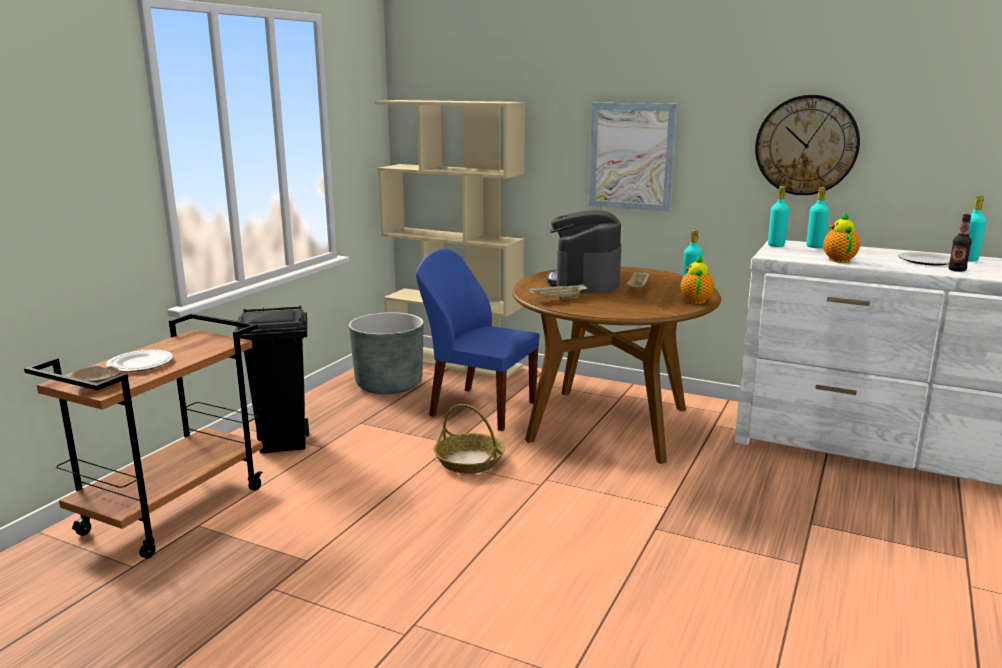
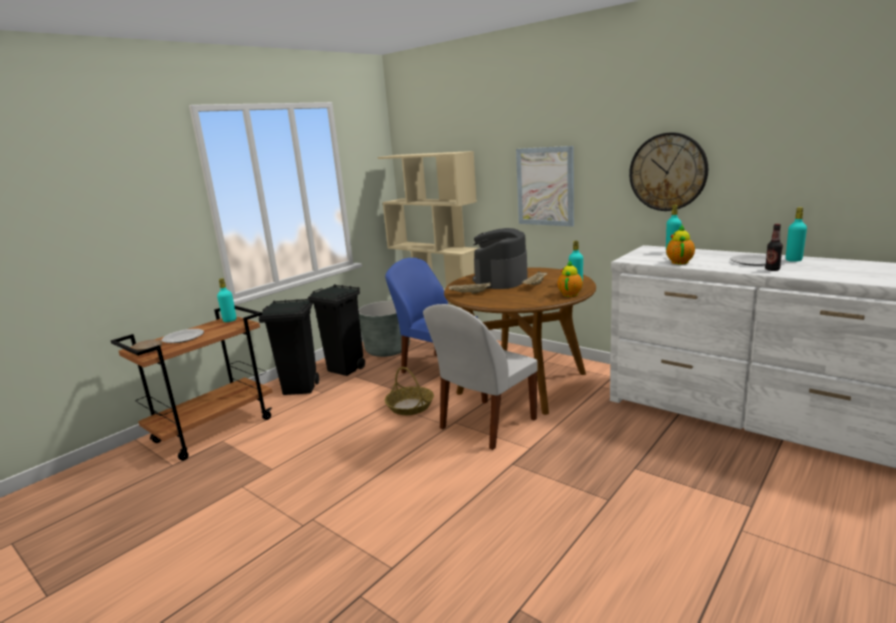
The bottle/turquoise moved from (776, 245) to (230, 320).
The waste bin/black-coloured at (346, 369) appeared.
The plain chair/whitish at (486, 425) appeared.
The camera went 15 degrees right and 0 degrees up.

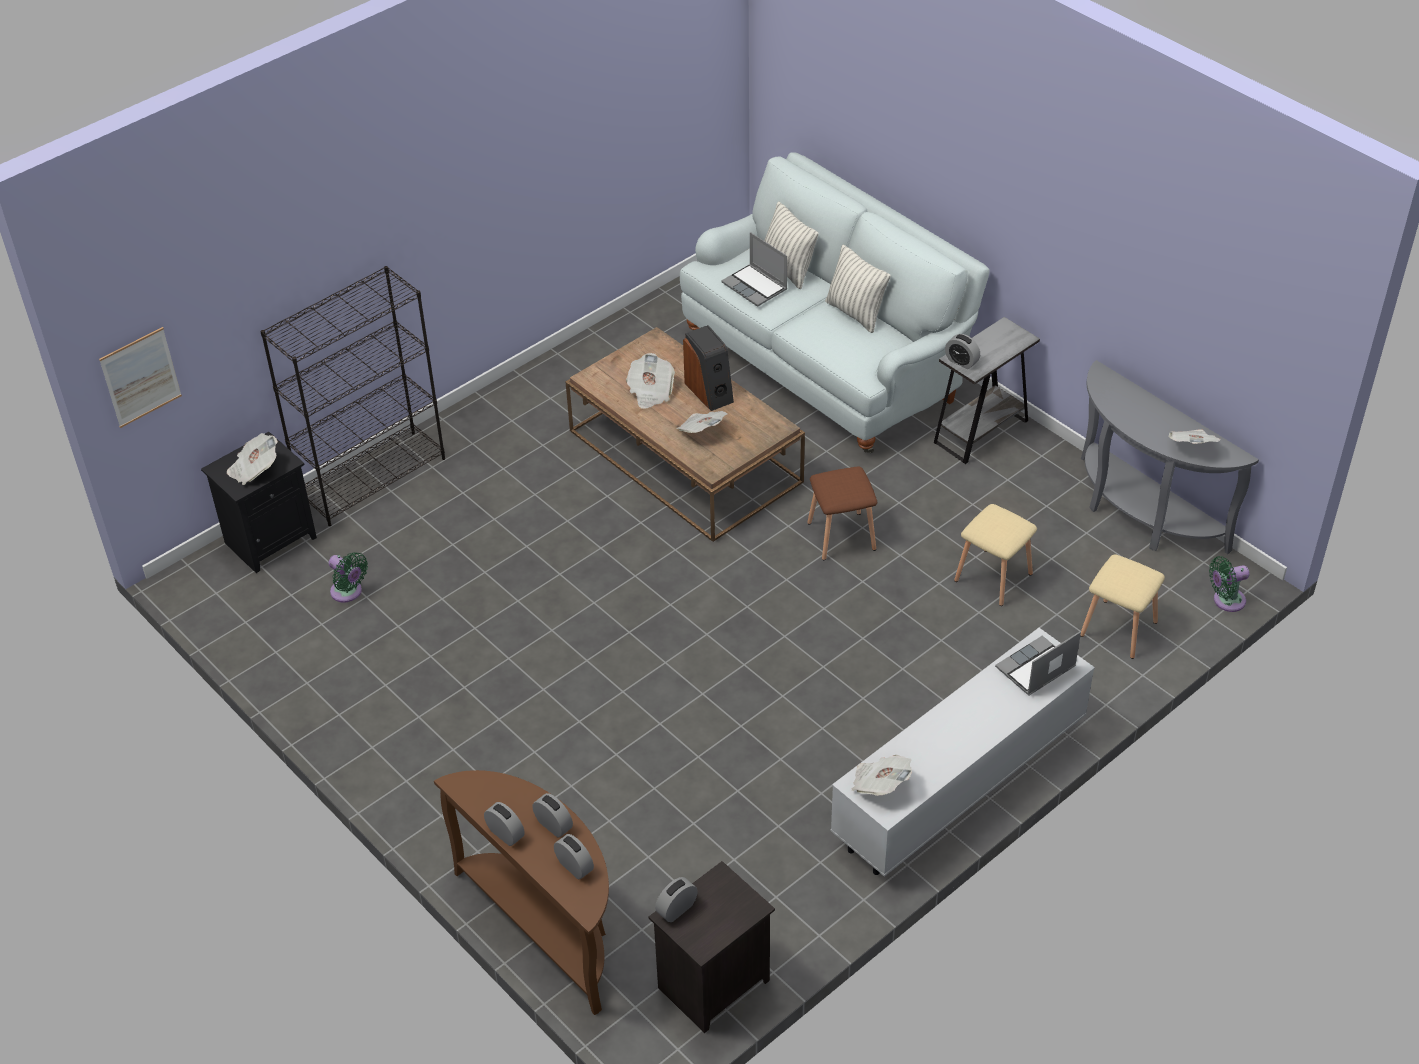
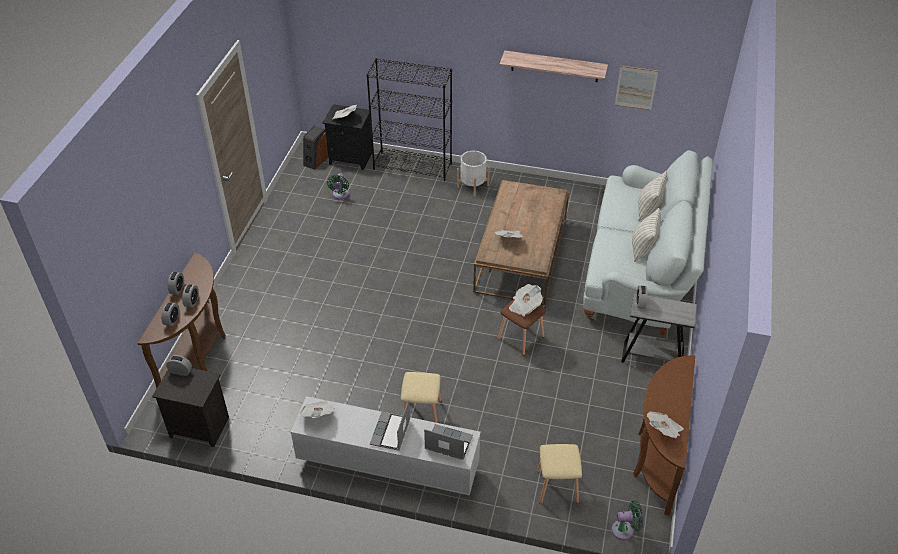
The speaker moved from (710, 391) to (316, 160).
The notebook computer moved from (755, 286) to (391, 433).
The stool/sand-coloured moved from (994, 577) to (422, 414).
The planter/whitish at (473, 186) appeared.
The bracket shelf at (555, 66) appeared.
The newspaper moved from (650, 392) to (524, 306).
The electric fan/greenish at (1225, 601) turned 135 degrees clockwise.
The wall art moved from (140, 377) to (636, 88).
The hall table/greyish at (1140, 515) became the hall table/brown at (656, 457).
The camera went 55 degrees right and 0 degrees up.

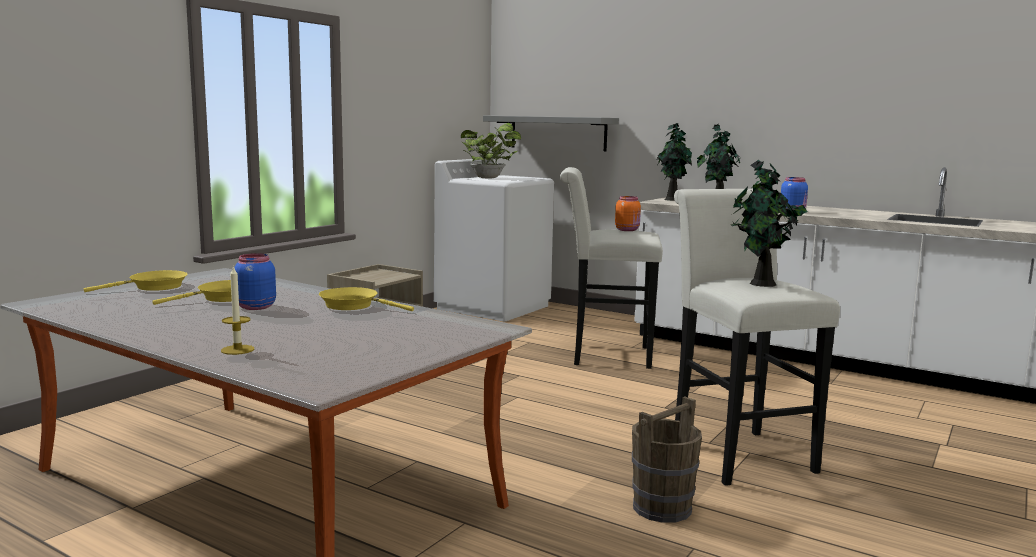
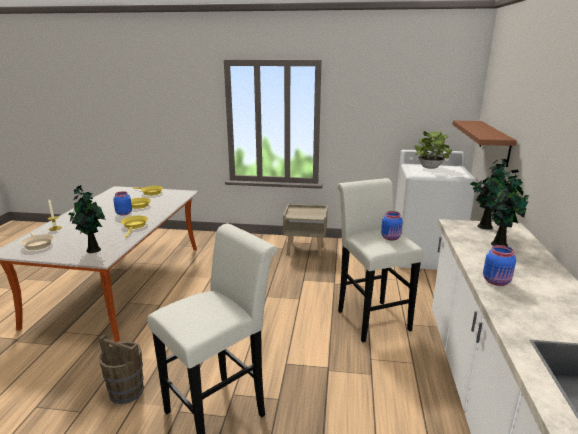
The pan/sand-coloured at (37, 244) appeared.
The potted plant moved from (761, 284) to (92, 249).
The jar/orange-coloured at (627, 230) became the jar/blue at (391, 238).
The bracket shelf/greyish at (558, 133) became the bracket shelf/brown at (494, 142).
The camera went 65 degrees right and 10 degrees up.

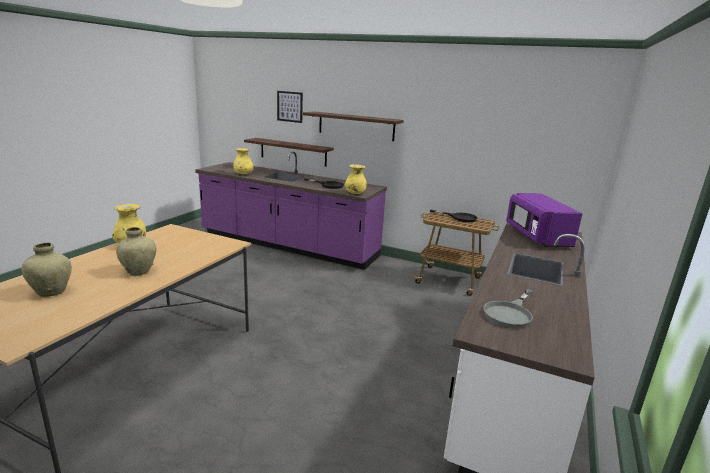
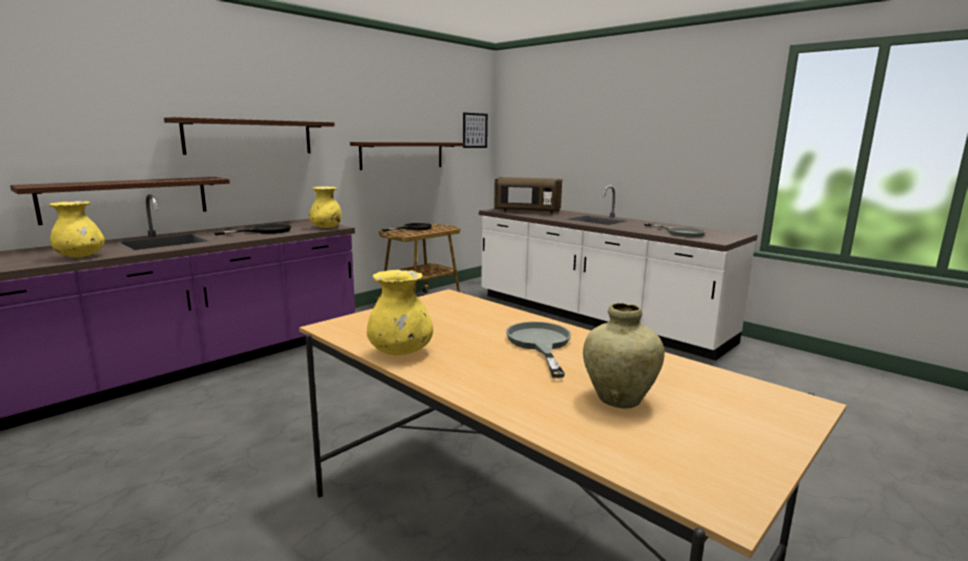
The bracket shelf at (402, 155) appeared.
The wall art moved from (290, 106) to (474, 130).
The kitchen microwave/purple-coloured at (536, 236) became the kitchen microwave/brown at (527, 211).
The decorative vase/sand-coloured at (139, 271) was replaced by the pan/greyish at (540, 344).
The camera went 70 degrees left and 5 degrees down.

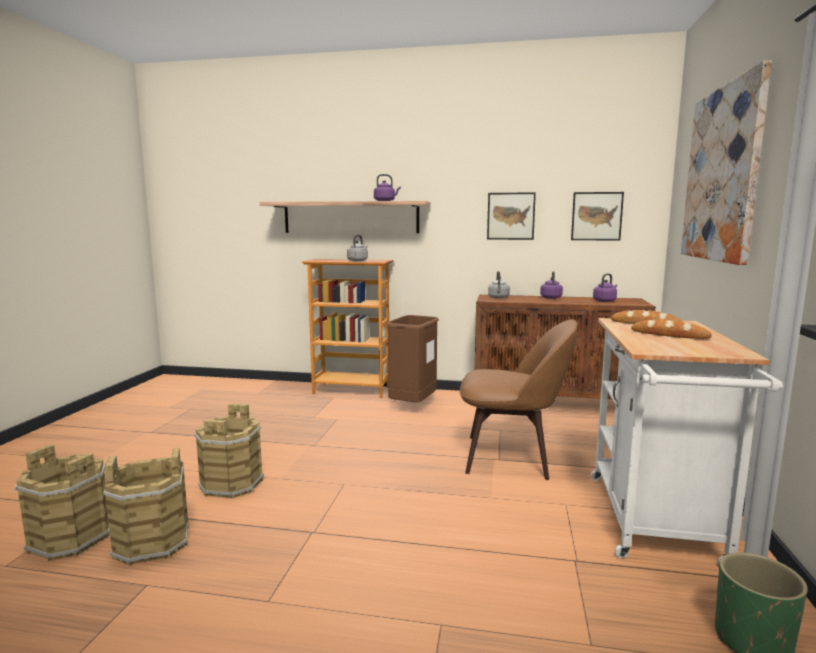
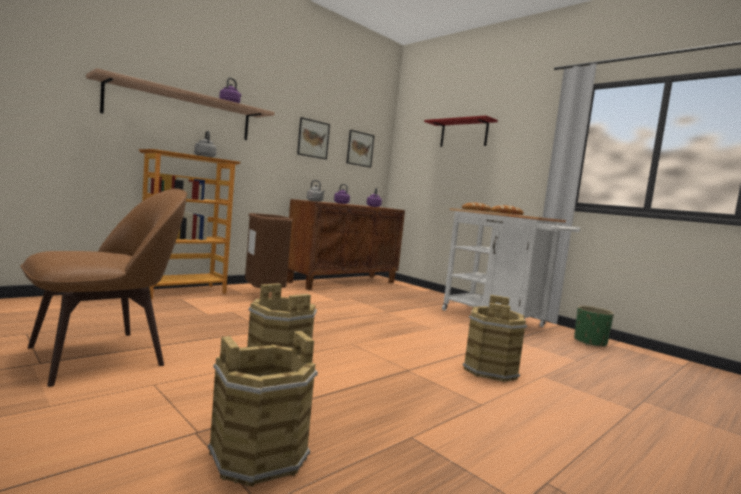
The plain chair/brown moved from (511, 457) to (103, 355).
The wall art at (722, 174) was replaced by the bracket shelf/reddish at (463, 134).
The bucket/brown moved from (152, 543) to (490, 370).
The camera went 55 degrees left and 5 degrees down.

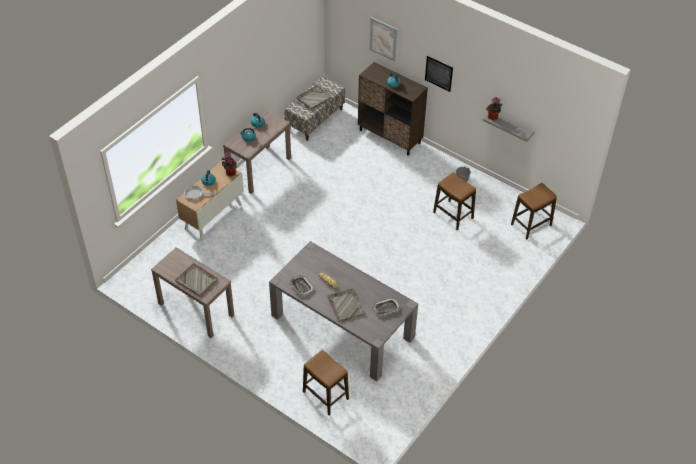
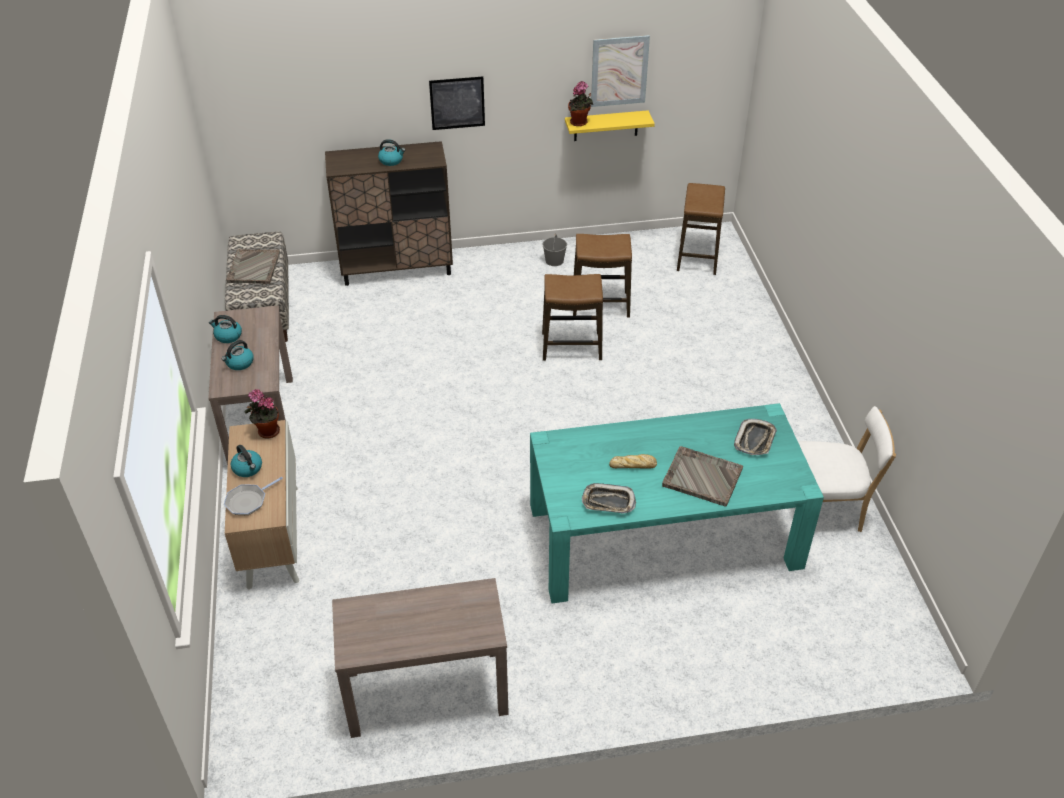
The kitchen table/greyish at (342, 326) became the kitchen table/turquoise at (663, 536).
The stool moved from (326, 395) to (572, 346).
The bracket shelf/greyish at (511, 126) became the bracket shelf/yellow at (606, 125).
The wall art moved from (383, 39) to (619, 71).
The plain chair/whitish at (828, 509) appeared.
The serving tray/greyish at (196, 280) disappeared.
The camera went 45 degrees left and 5 degrees down.

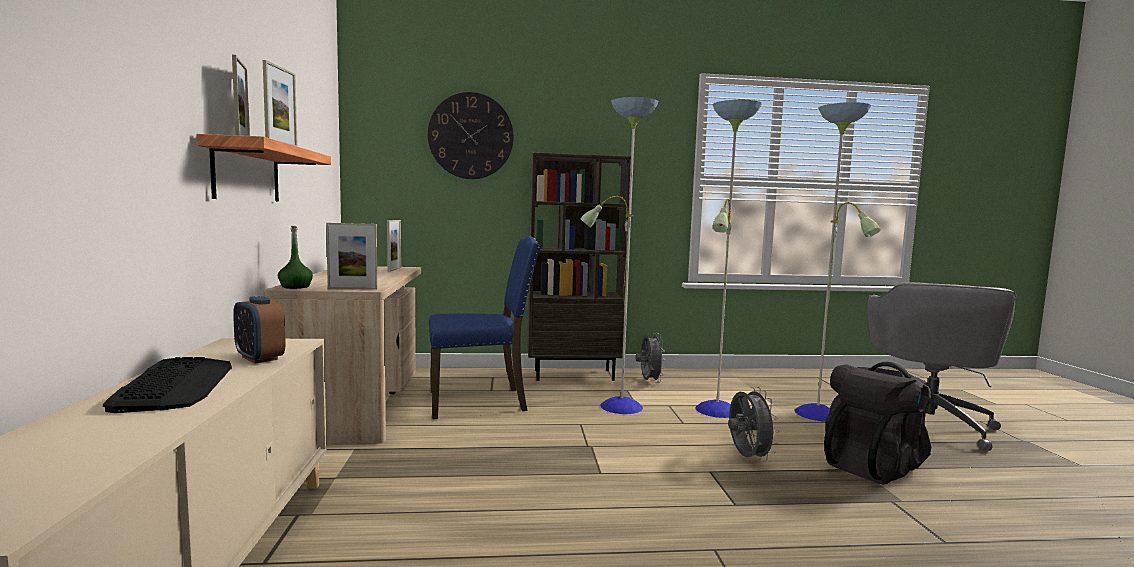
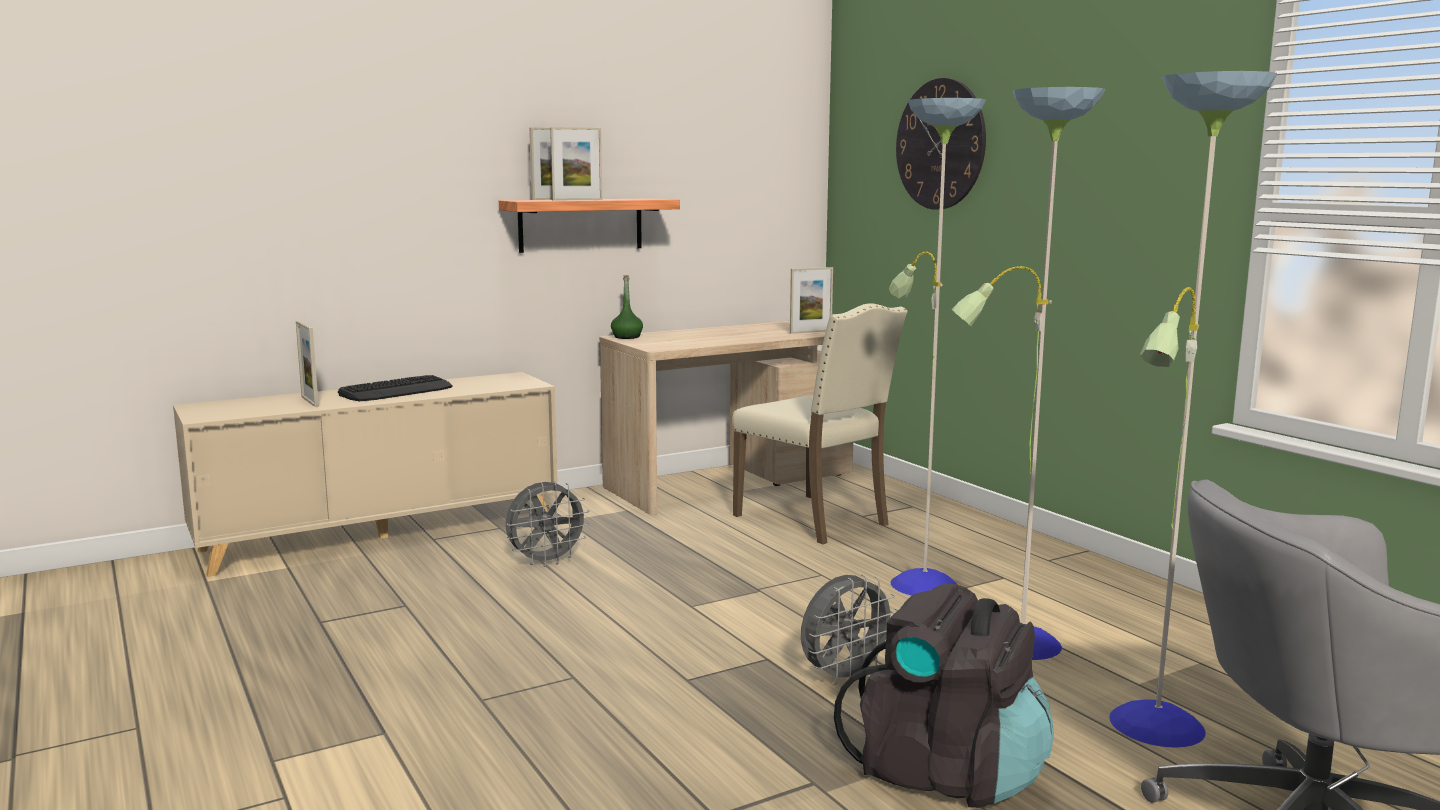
The picture frame moved from (352, 289) to (309, 401).
The electric fan/greyish moved from (649, 381) to (546, 562).
The plain chair/blue at (480, 401) became the plain chair/sand-coloured at (815, 520).
The table clock at (259, 358) disappeared.
The bookcase/brown at (574, 375) disappeared.
The camera went 65 degrees right and 5 degrees up.

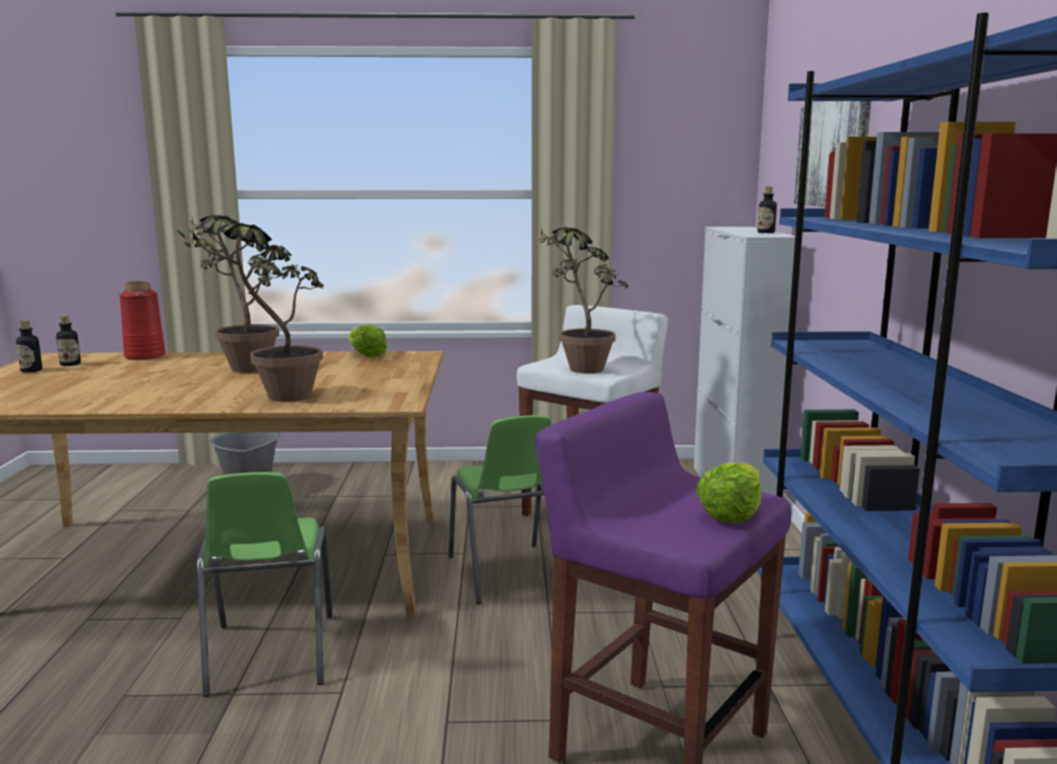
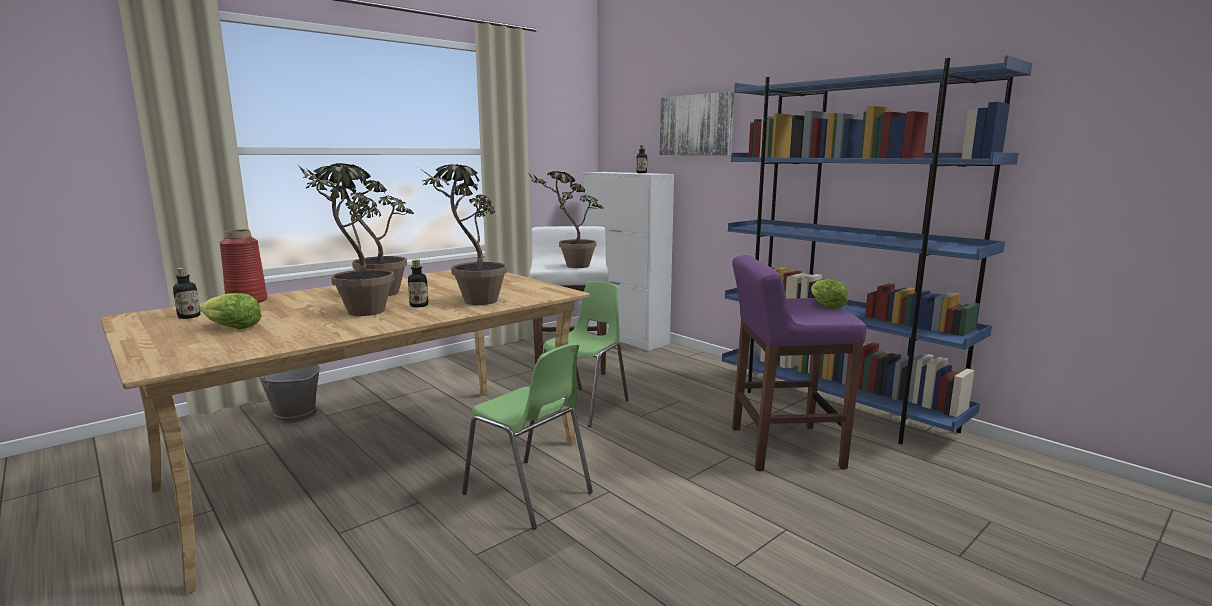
The lettuce moved from (365, 355) to (231, 328).
The potted plant at (359, 315) appeared.
The bottle moved from (31, 370) to (419, 305).
The plain chair/greenish at (506, 574) turned 90 degrees counterclockwise.
The camera went 40 degrees left and 0 degrees up.

